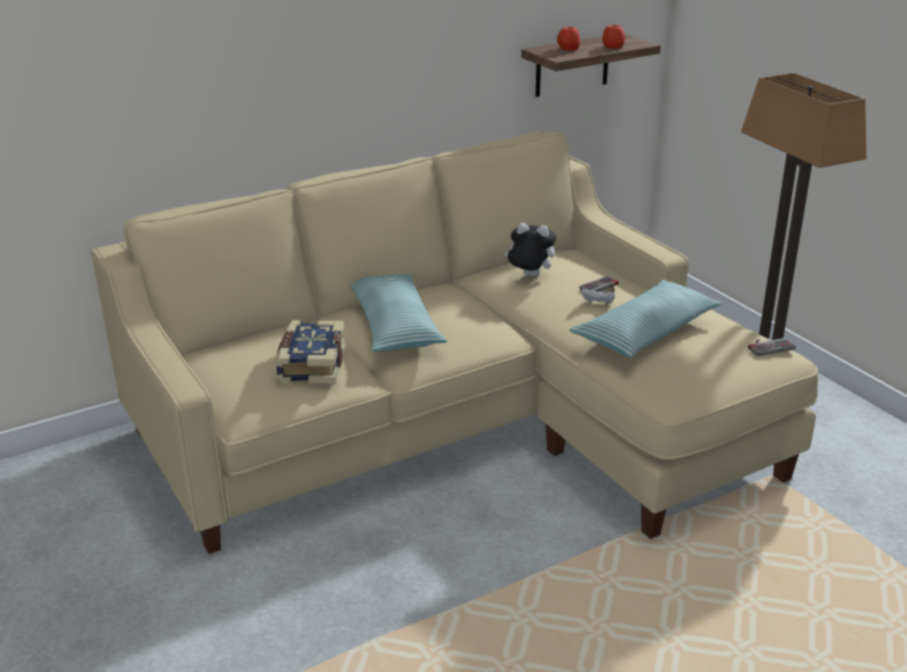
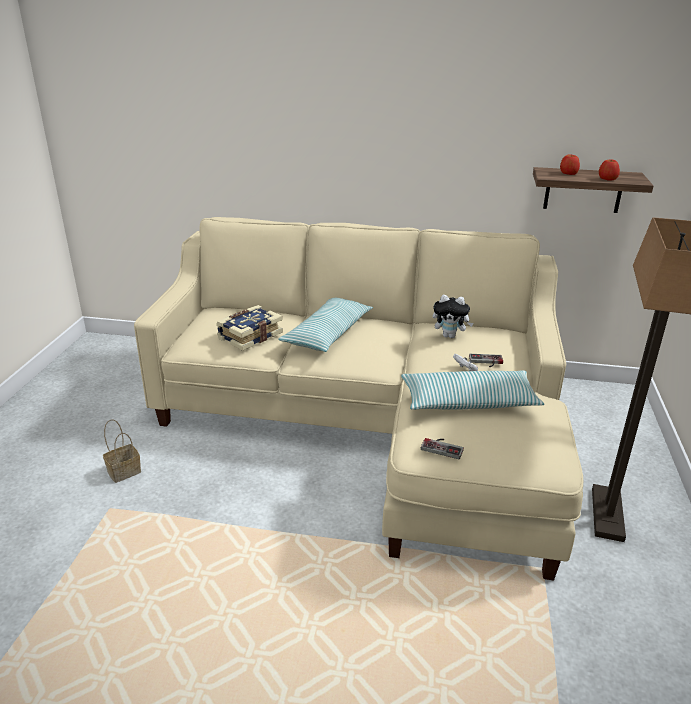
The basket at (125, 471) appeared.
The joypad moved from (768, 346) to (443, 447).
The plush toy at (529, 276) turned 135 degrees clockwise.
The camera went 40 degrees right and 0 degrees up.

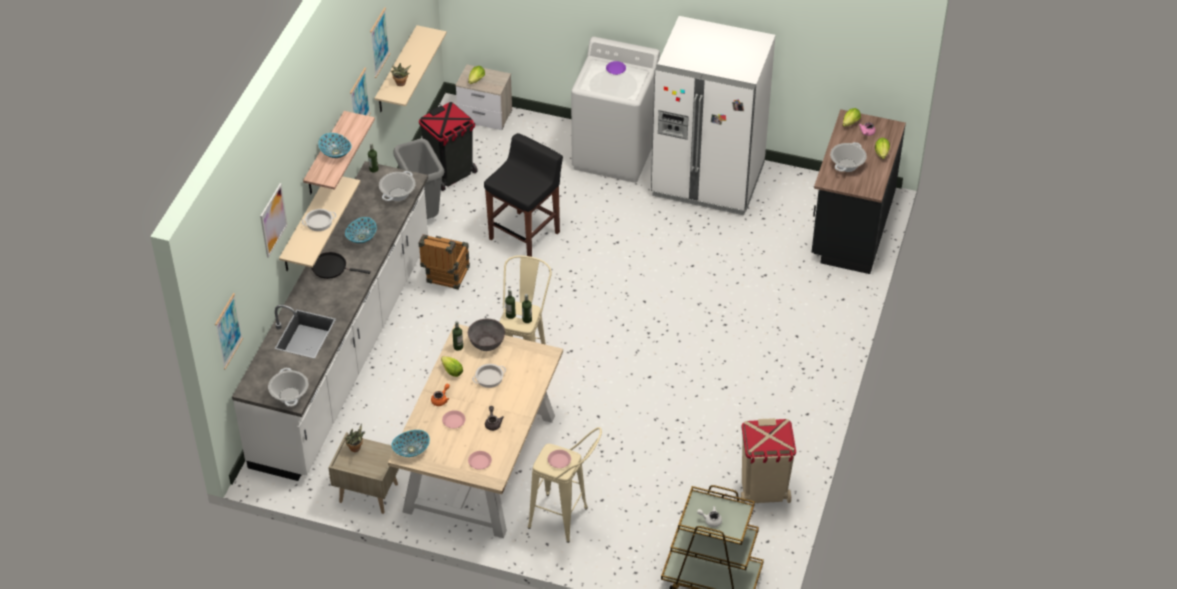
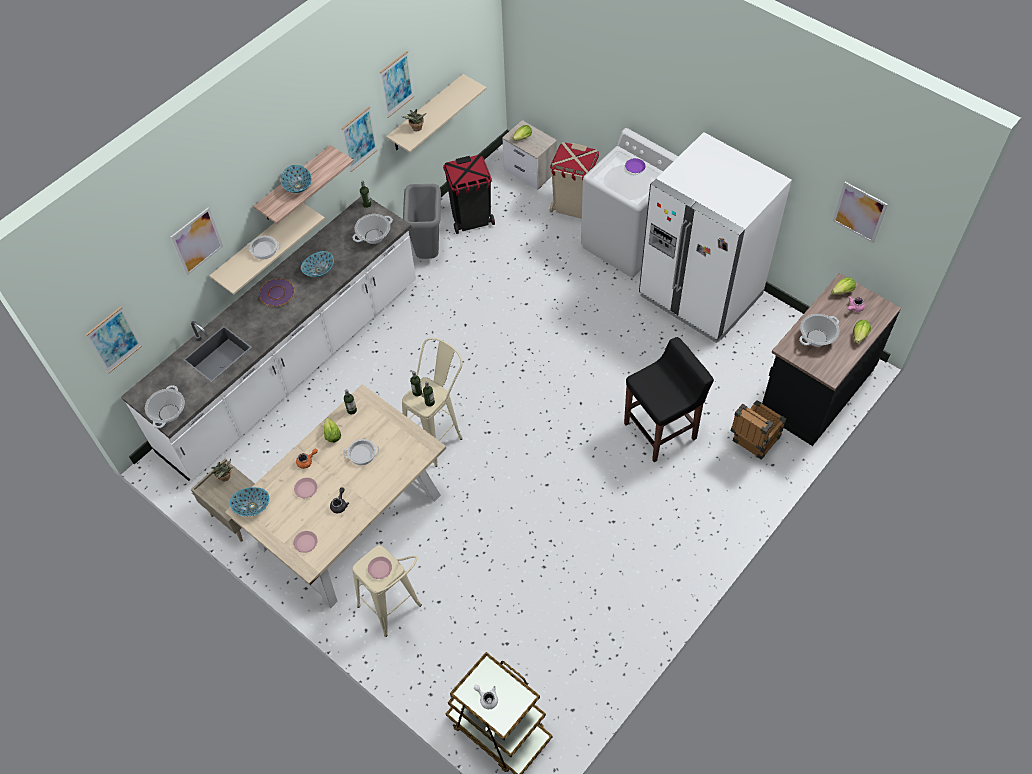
The pan/black-coloured at (331, 267) was replaced by the dinner plate/purple-coloured at (277, 293).
The waste bin/sand-coloured moved from (764, 491) to (573, 207).
The stool/black-coloured moved from (525, 235) to (661, 430).
The packing crate moved from (445, 278) to (752, 442).
The wall art at (859, 212) appeared.
The serving bowl/greyish at (487, 343) disappeared.
The camera went 25 degrees right and 10 degrees up.

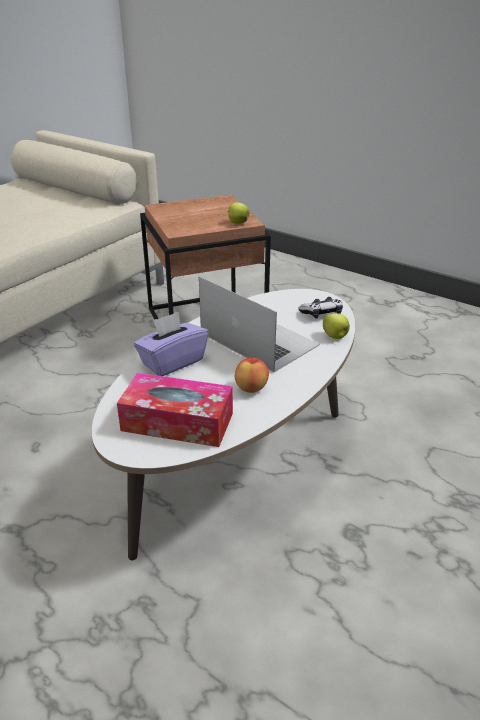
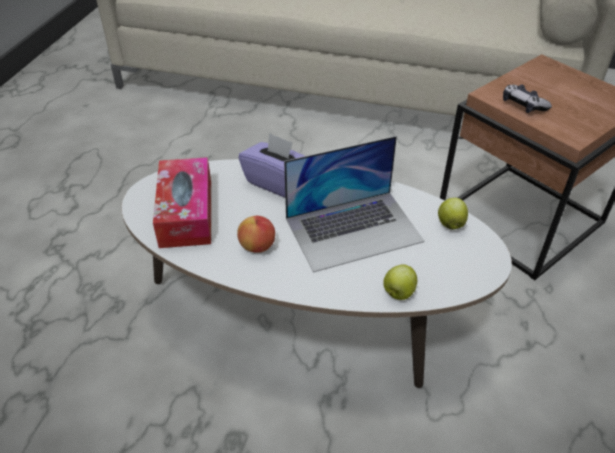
The notebook computer at (258, 339) turned 45 degrees clockwise.
The whole apple moved from (237, 223) to (450, 224).
The joypad moved from (321, 313) to (523, 105).
The camera went 70 degrees right and 10 degrees up.

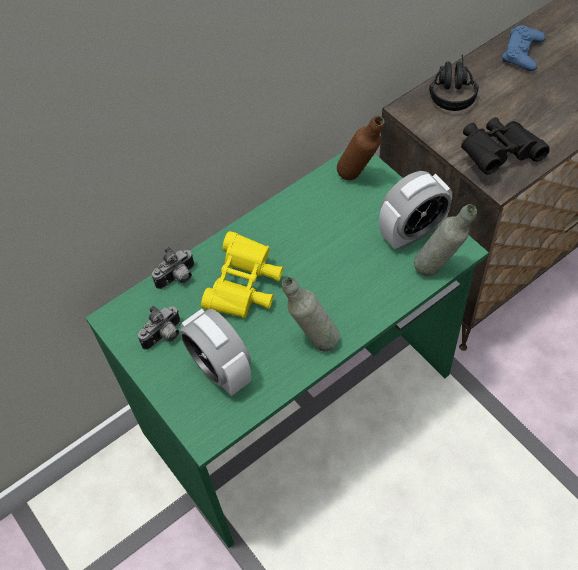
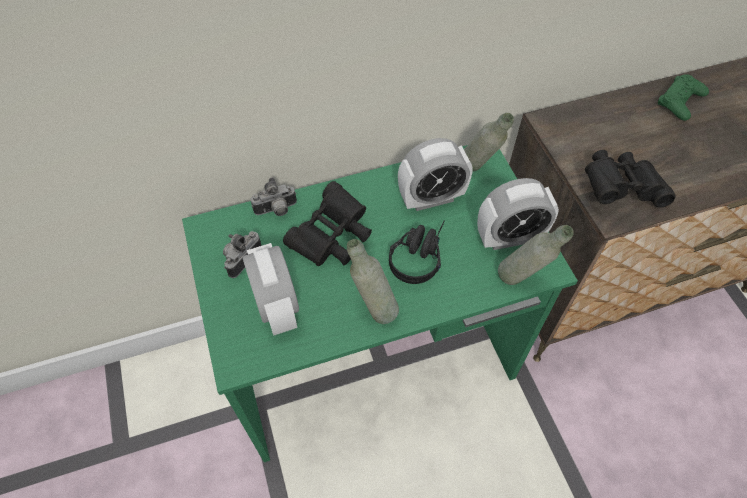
The photo camera at (164, 336) turned 150 degrees clockwise.
The field glasses/yellow at (244, 287) became the field glasses/black-coloured at (332, 238).
The headphones/black-coloured moved from (452, 89) to (418, 254).
The table clock at (431, 198) appeared.
The bottle/brown at (359, 178) became the bottle/greyish at (478, 171).
The joypad/blue at (522, 53) became the joypad/greenish at (680, 101).
The camera went 15 degrees right and 0 degrees up.

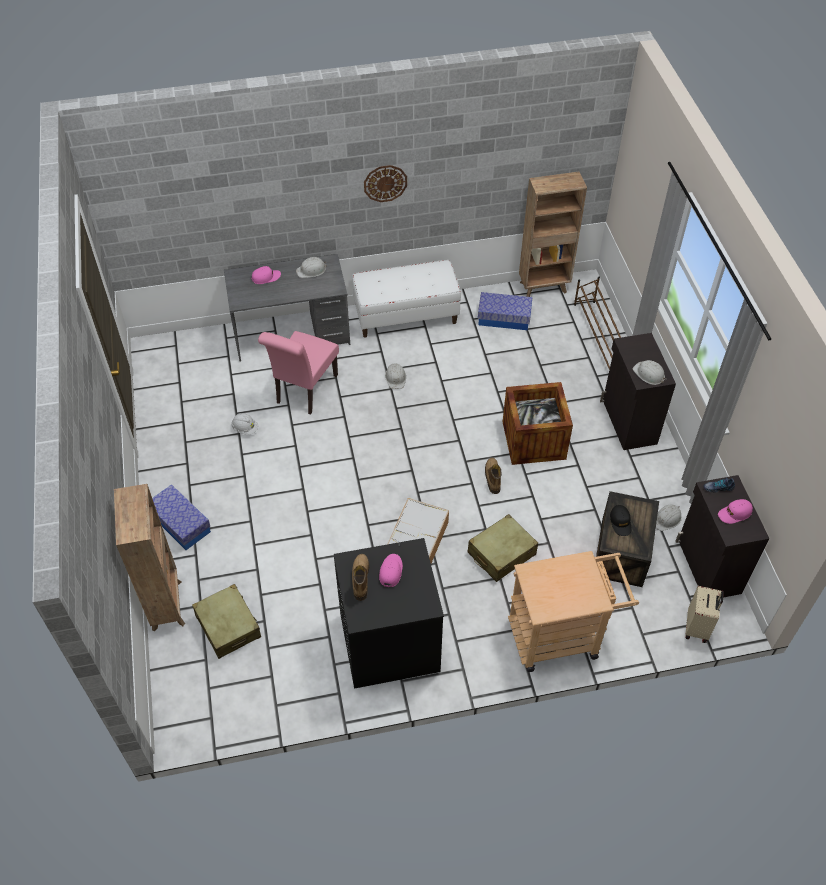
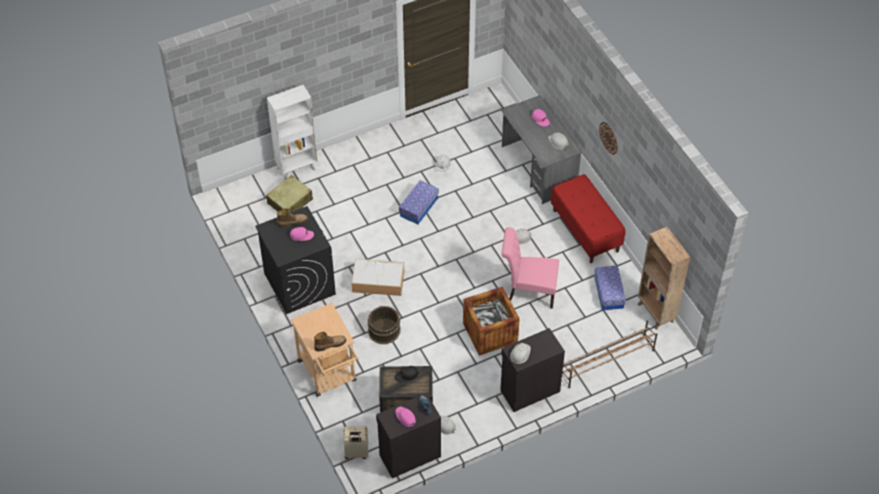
The bookcase/brown at (167, 604) became the bookcase/whitish at (297, 168).
The boot moved from (492, 477) to (330, 344).
The piece of luggage/sand-coloured at (501, 554) was replaced by the bucket/brown at (384, 330).
The storage bin moved from (180, 523) to (419, 207).
The plain chair/pink-coloured moved from (304, 391) to (528, 292).
The indoor bench/whitish at (406, 315) became the indoor bench/reddish at (586, 230).
The camera went 75 degrees right and 0 degrees up.

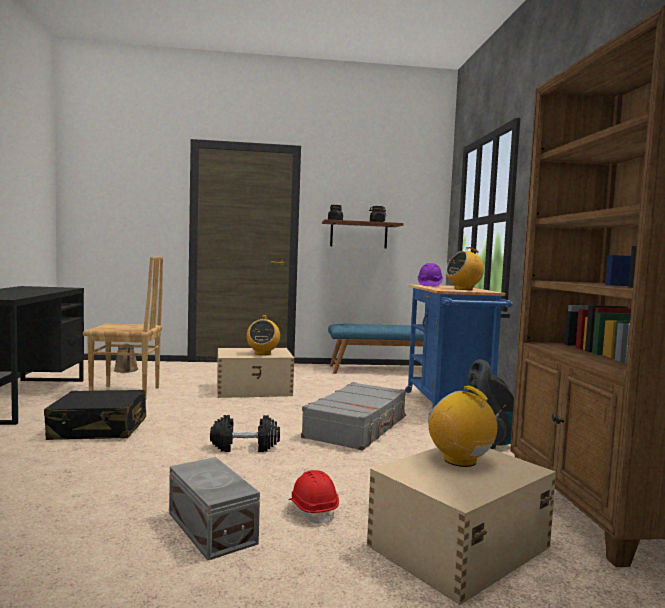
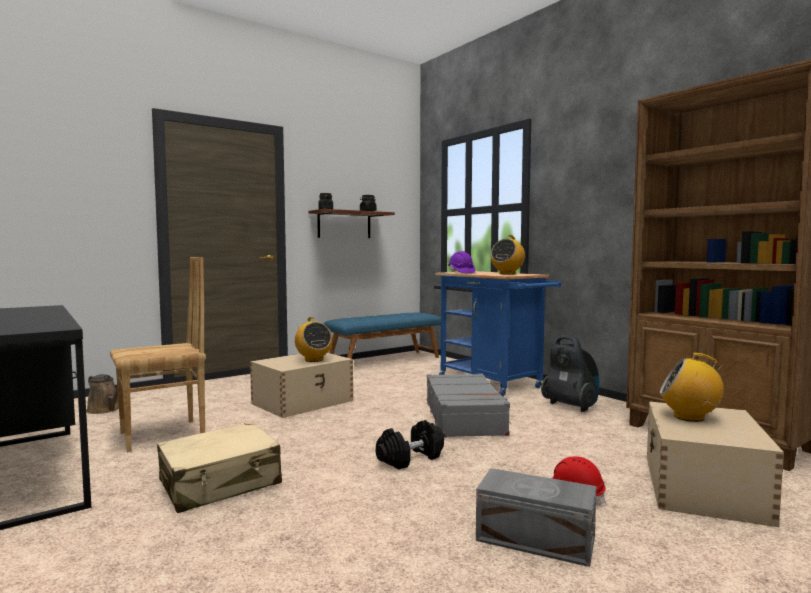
The piece of luggage/black-coloured at (99, 429) became the piece of luggage/sand-coloured at (220, 483).
The camera went 30 degrees left and 0 degrees up.

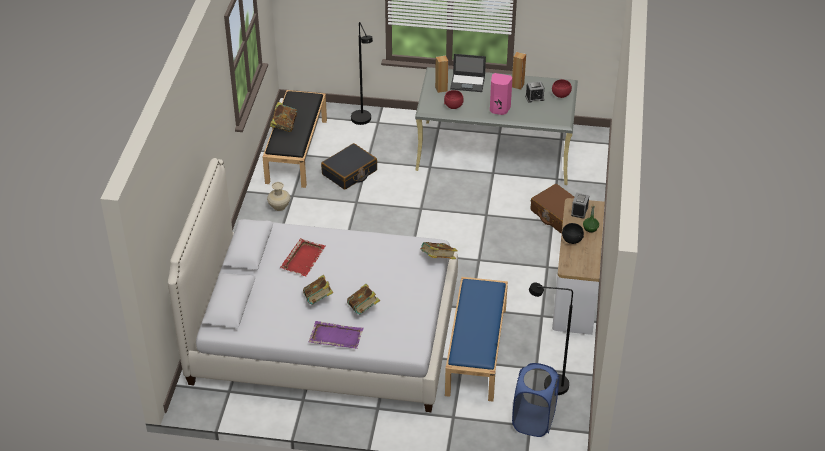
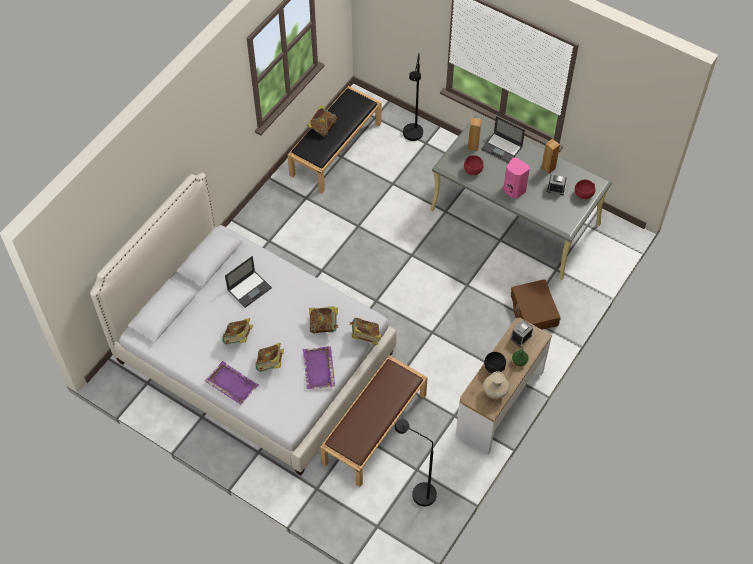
The serving tray/reddish at (303, 258) was replaced by the notebook computer at (249, 289).
The serving tray/purple-coloured at (318, 369) appeared.
The volume at (324, 325) appeared.
The indoor bench/blue at (475, 350) became the indoor bench/brown at (374, 428).
The decorative vase/sand-coloured moved from (279, 207) to (495, 392).
The piece of luggage/black-coloured at (349, 173) disappeared.
The laundry basket/blue at (533, 420) disappeared.
The camera went 25 degrees right and 15 degrees up.

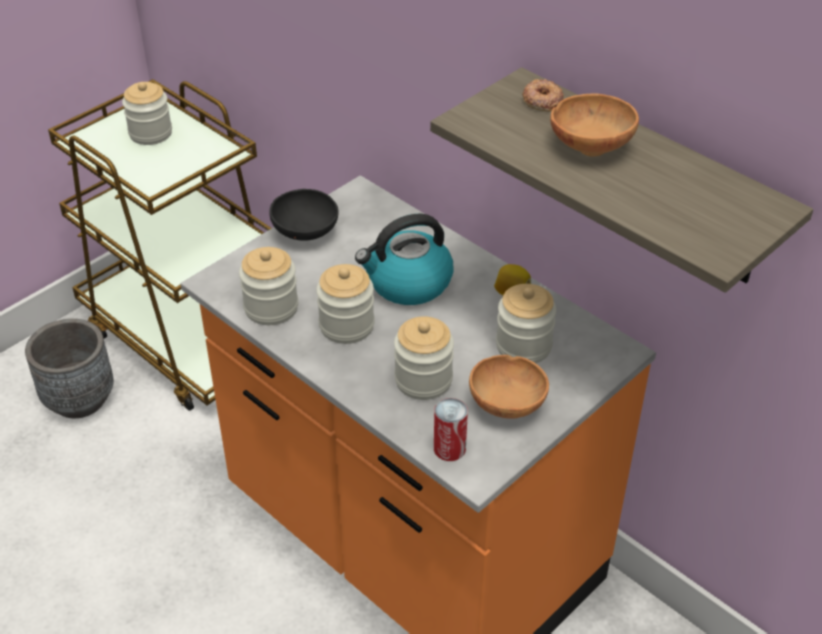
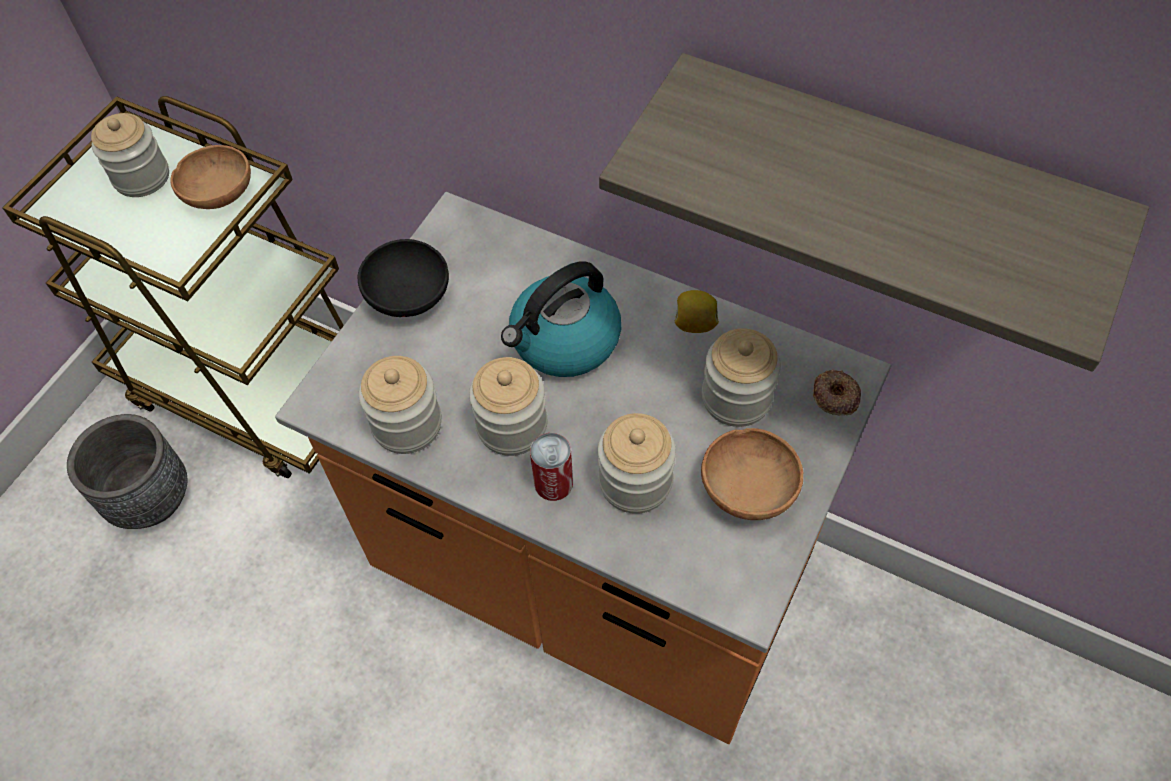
The serving bowl/brown moved from (590, 145) to (219, 194).
The sealed can moved from (449, 448) to (553, 483).
The ring doughnut moved from (542, 100) to (835, 396).
The camera went 15 degrees left and 15 degrees up.

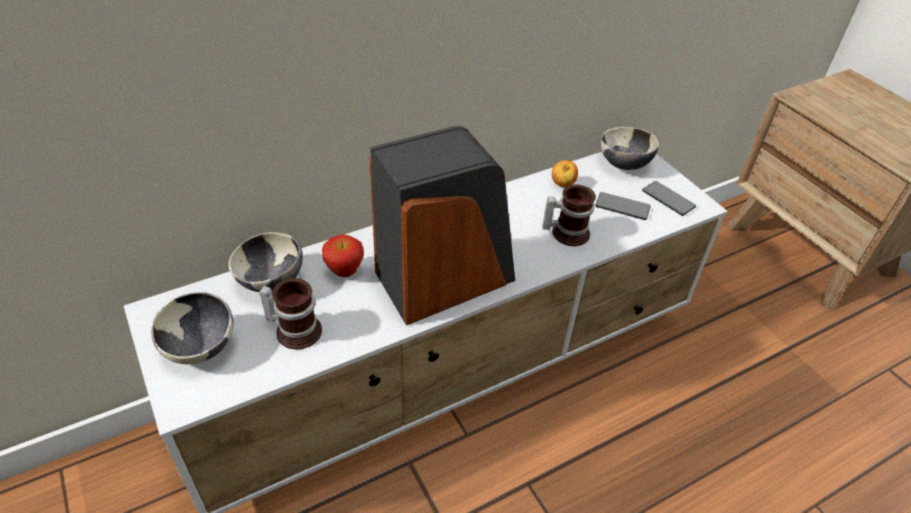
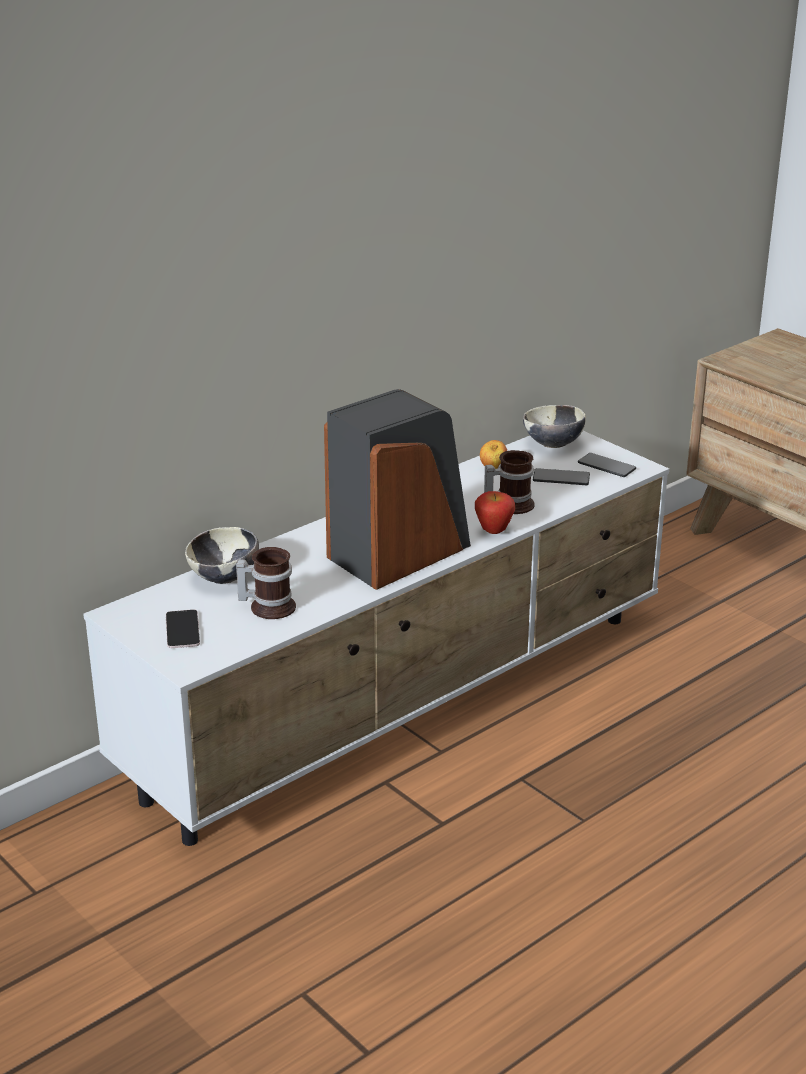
The serving bowl at (201, 347) was replaced by the handset at (182, 630).
The whole apple moved from (345, 272) to (494, 531).
The camera went 10 degrees left and 15 degrees down.

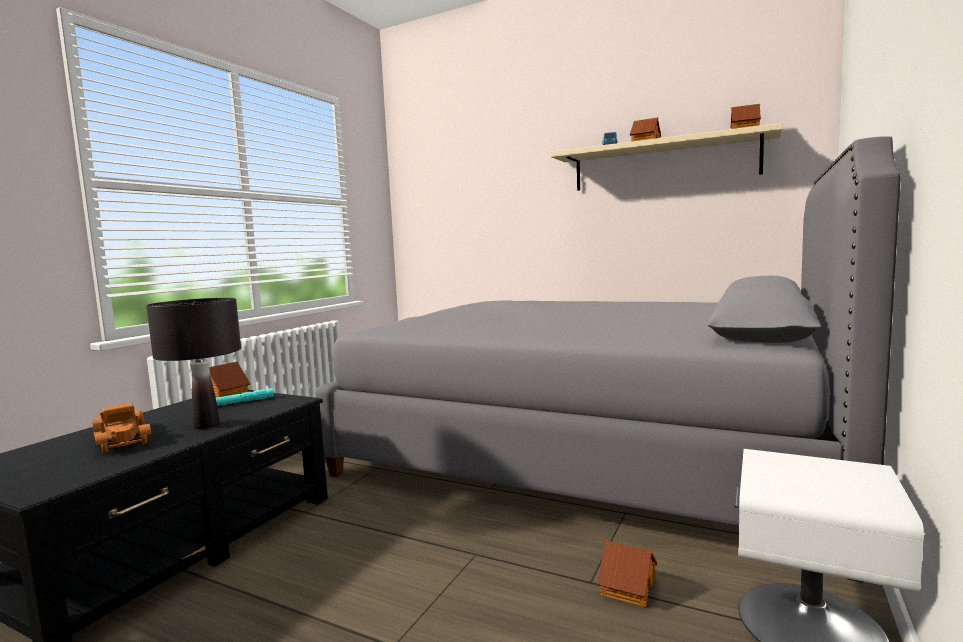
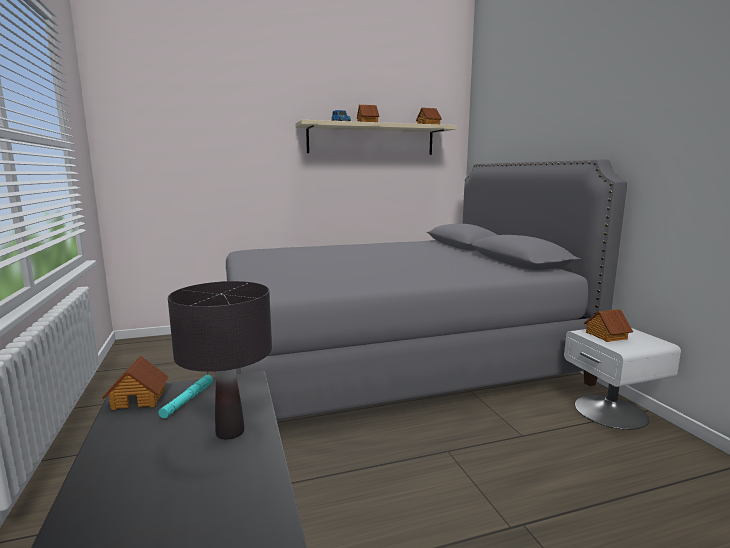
The toy house moved from (627, 587) to (605, 335).
The toy truck at (124, 439) disappeared.
The camera went 45 degrees left and 5 degrees up.

